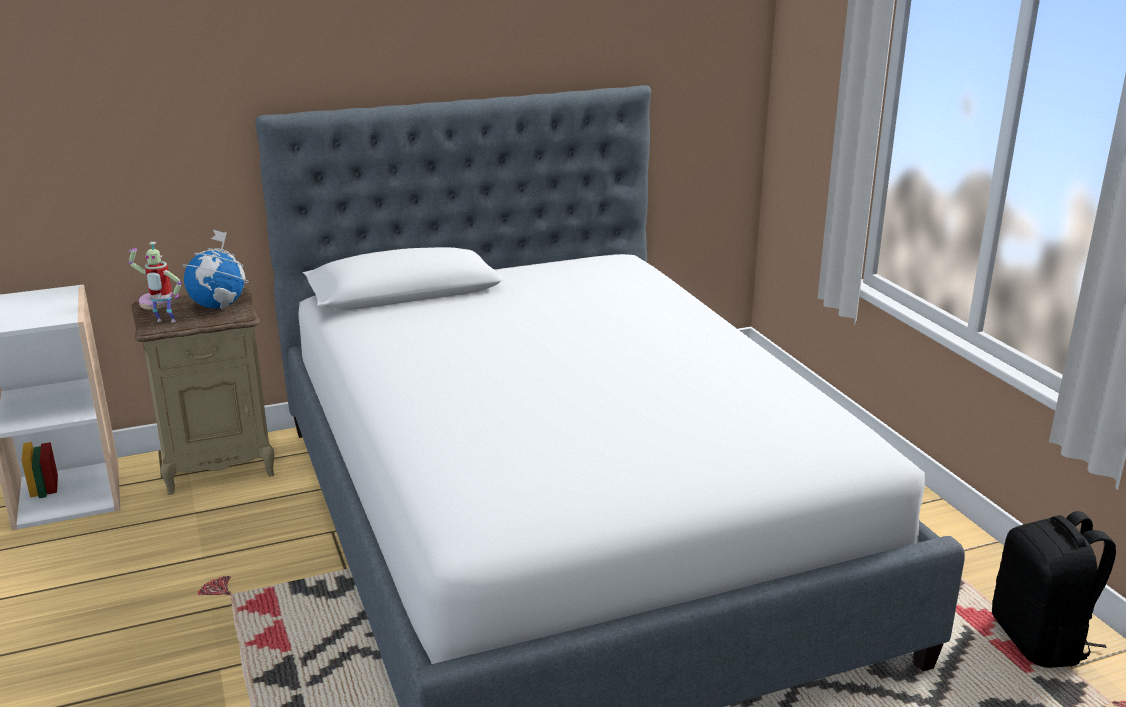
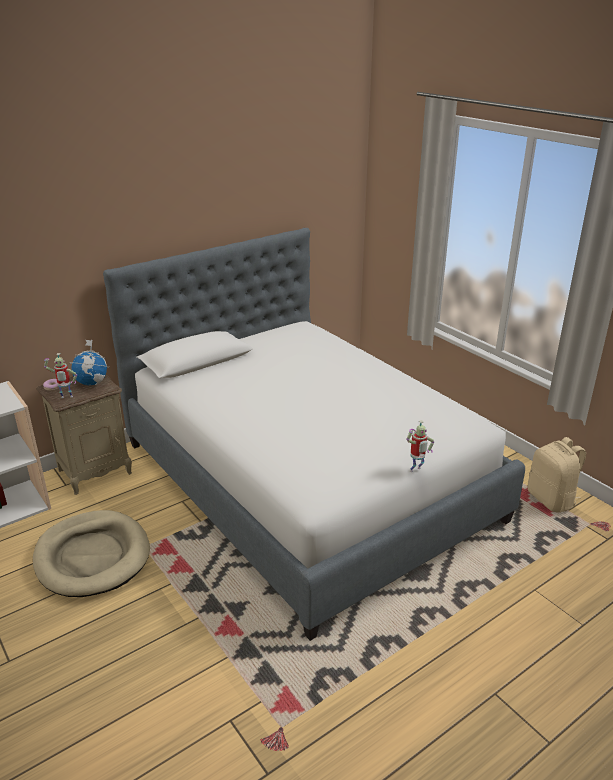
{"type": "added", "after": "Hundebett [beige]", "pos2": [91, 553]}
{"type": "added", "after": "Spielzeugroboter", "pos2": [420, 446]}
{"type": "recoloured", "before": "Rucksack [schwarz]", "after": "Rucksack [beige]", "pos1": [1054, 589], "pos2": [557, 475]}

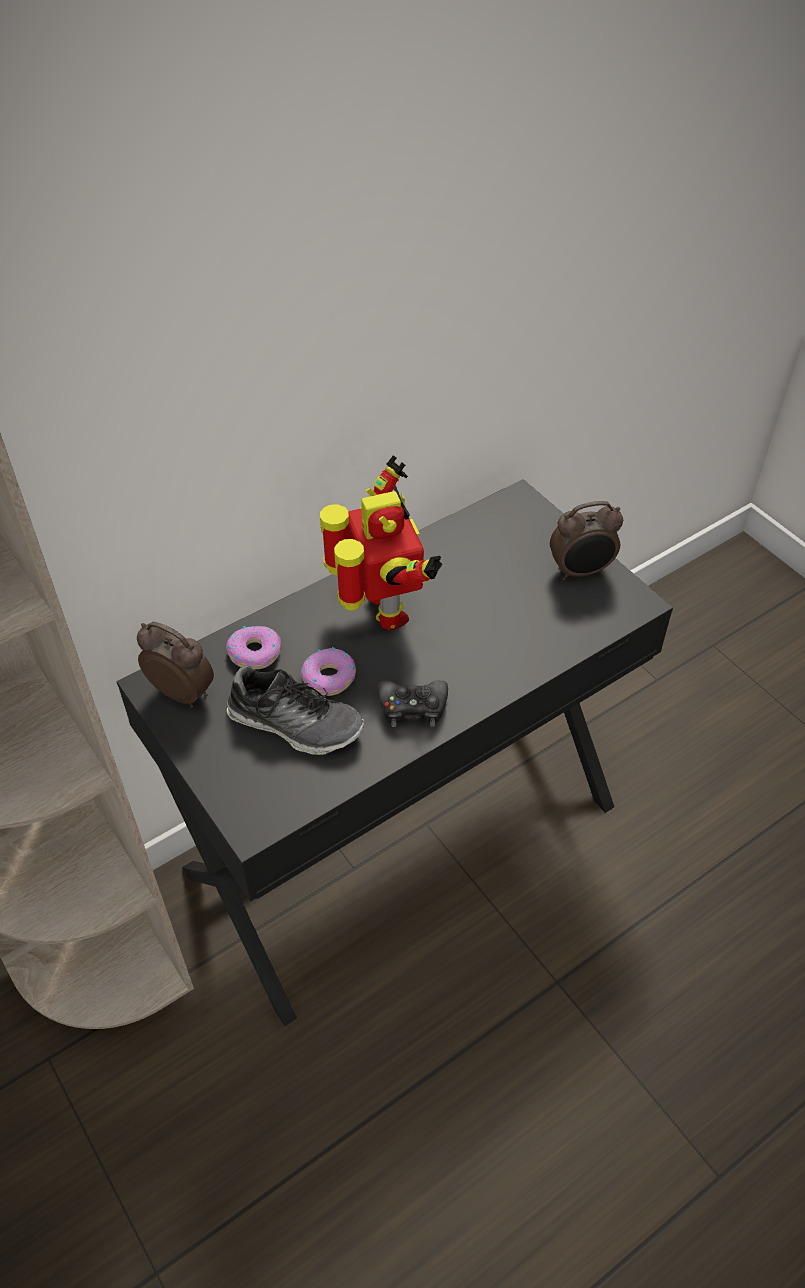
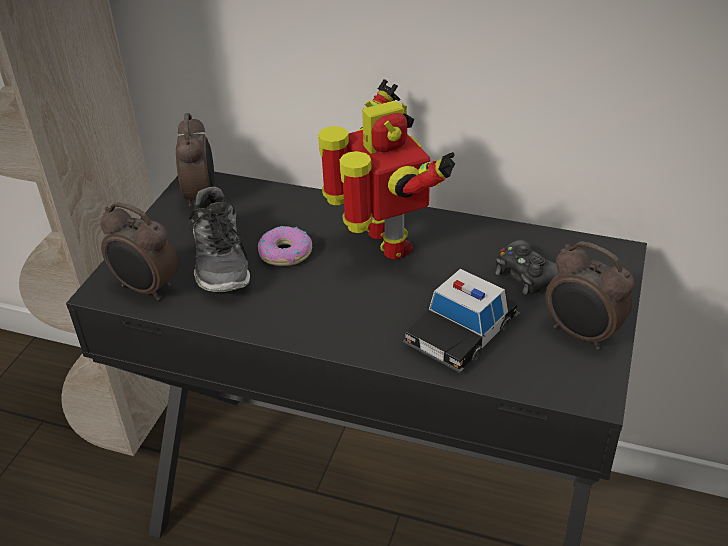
{"type": "added", "after": "Wecker", "pos2": [139, 251]}
{"type": "turned", "before": "Spielzeugroboter", "pos1": [381, 542], "pos2": [386, 169], "turn": -60}
{"type": "added", "after": "Spielzeugauto", "pos2": [461, 321]}
{"type": "moved", "before": "Gamepad [schwarz]", "pos1": [412, 703], "pos2": [526, 267]}
{"type": "removed", "before": "Donut", "pos1": [253, 647]}

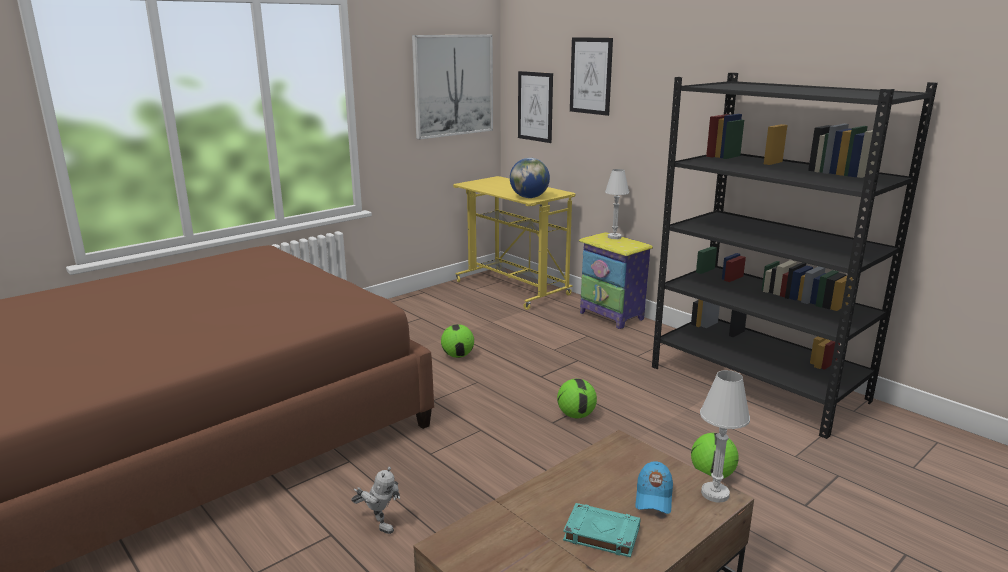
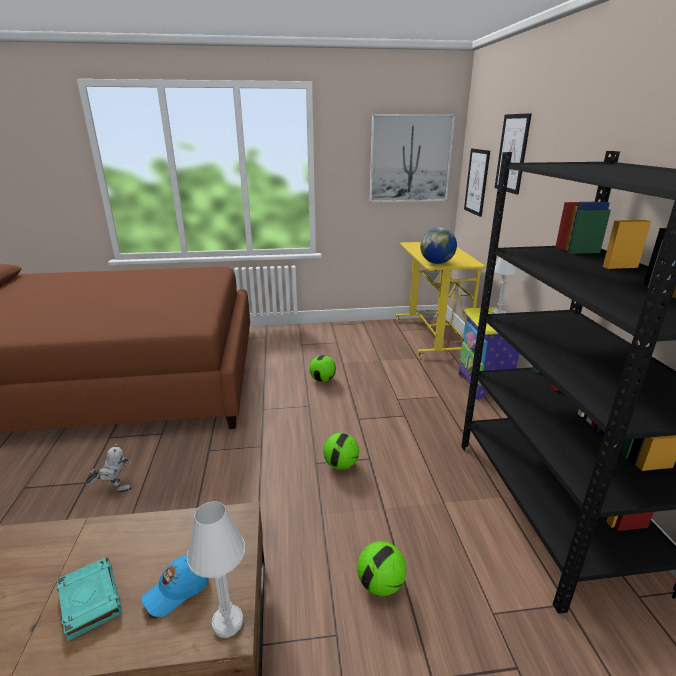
{"type": "turned", "before": "Spielzeugroboter", "pos1": [375, 500], "pos2": [108, 468], "turn": -75}

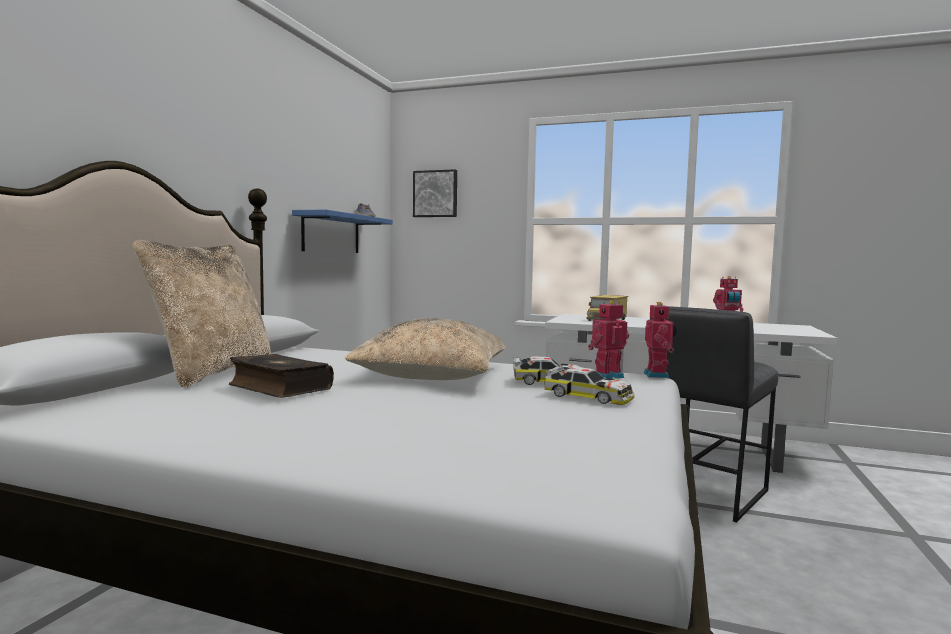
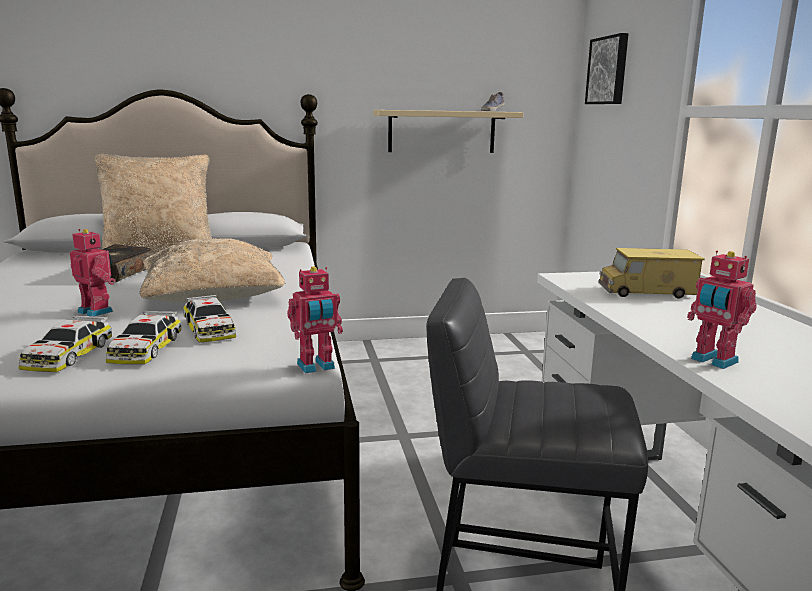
{"type": "added", "after": "Spielzeugauto", "pos2": [65, 343]}
{"type": "moved", "before": "Spielzeugroboter", "pos1": [608, 339], "pos2": [92, 273]}
{"type": "recoloured", "before": "Wandregal [blau]", "after": "Wandregal [beige]", "pos1": [342, 231], "pos2": [448, 131]}

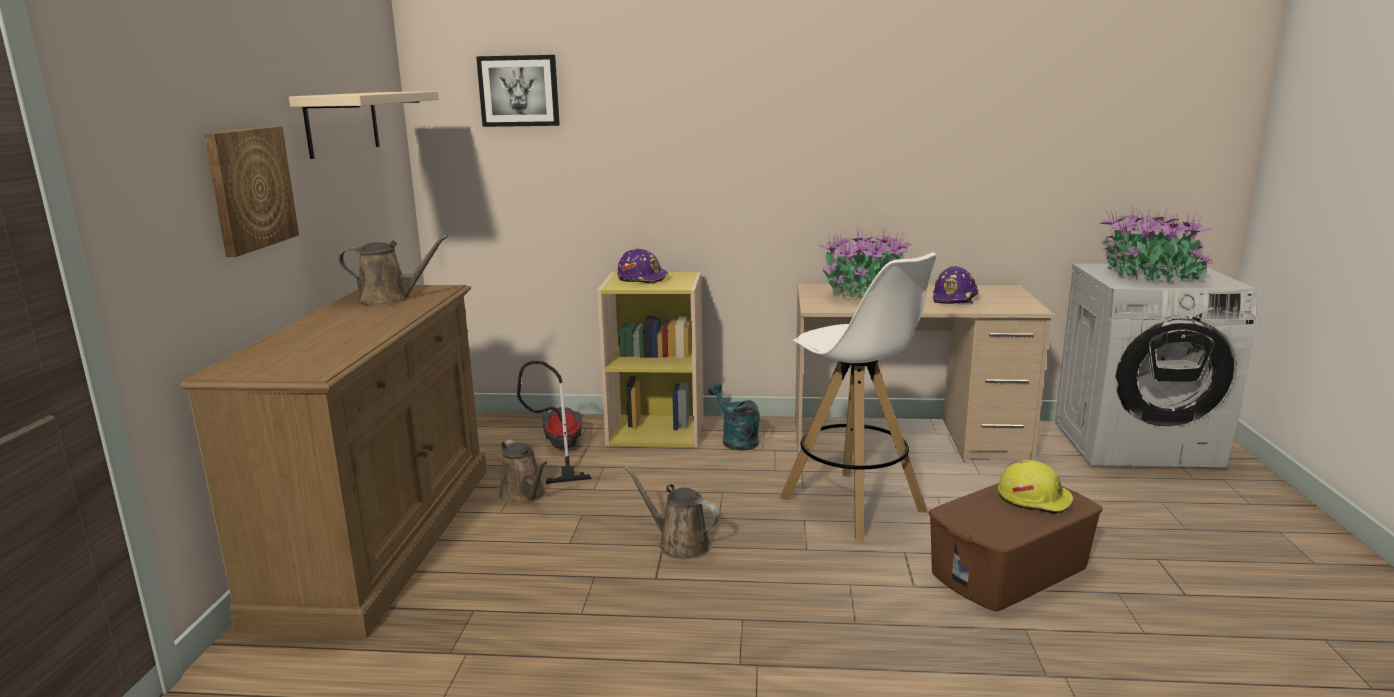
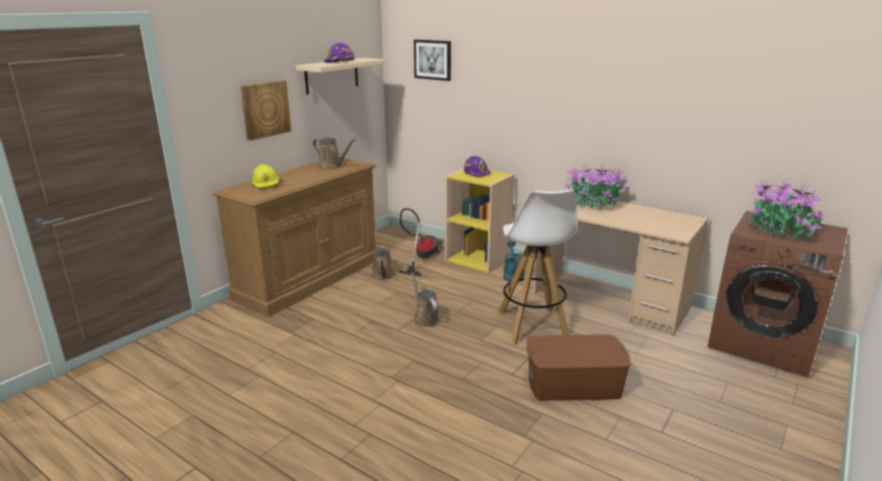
{"type": "moved", "before": "Schutzhelm [gelb]", "pos1": [1036, 487], "pos2": [266, 176]}
{"type": "moved", "before": "Schutzhelm [lila]", "pos1": [955, 285], "pos2": [339, 53]}
{"type": "recoloured", "before": "Waschmaschine [weiß]", "after": "Waschmaschine [braun]", "pos1": [1156, 365], "pos2": [778, 294]}

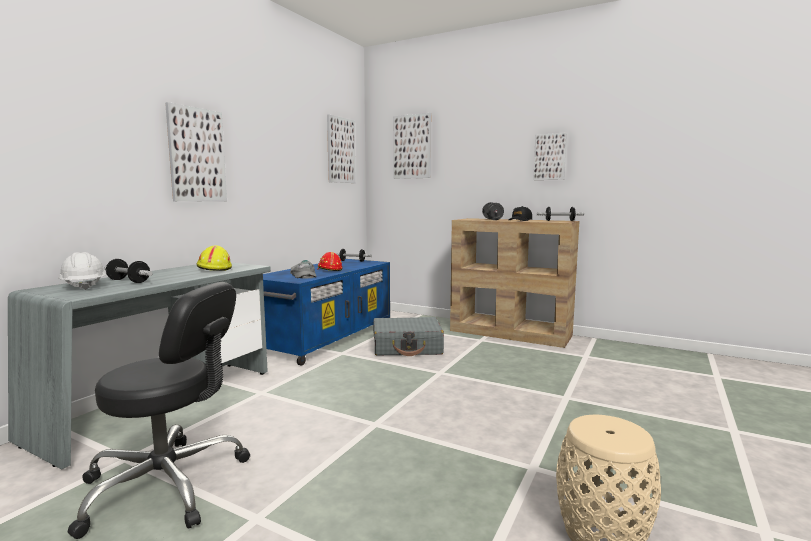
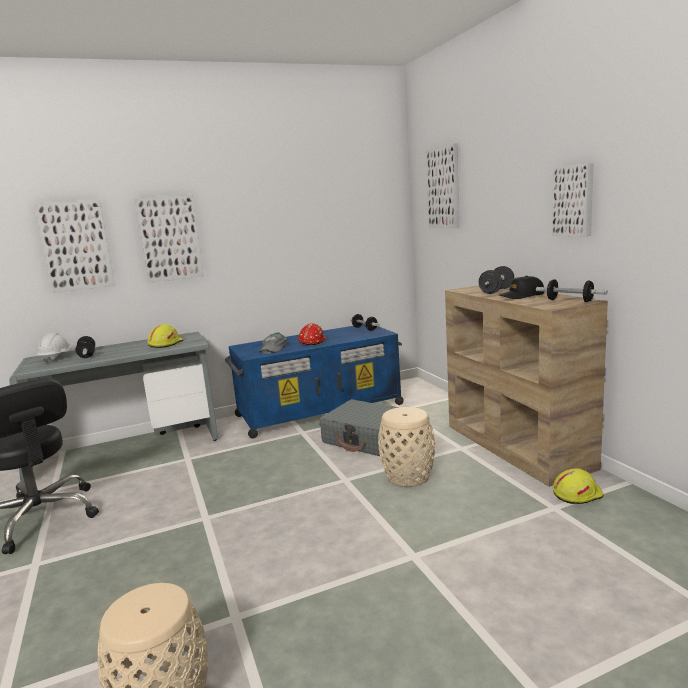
{"type": "moved", "before": "Bild", "pos1": [341, 148], "pos2": [75, 246]}
{"type": "added", "after": "Hocker [beige]", "pos2": [406, 447]}
{"type": "added", "after": "Schutzhelm [gelb]", "pos2": [578, 486]}

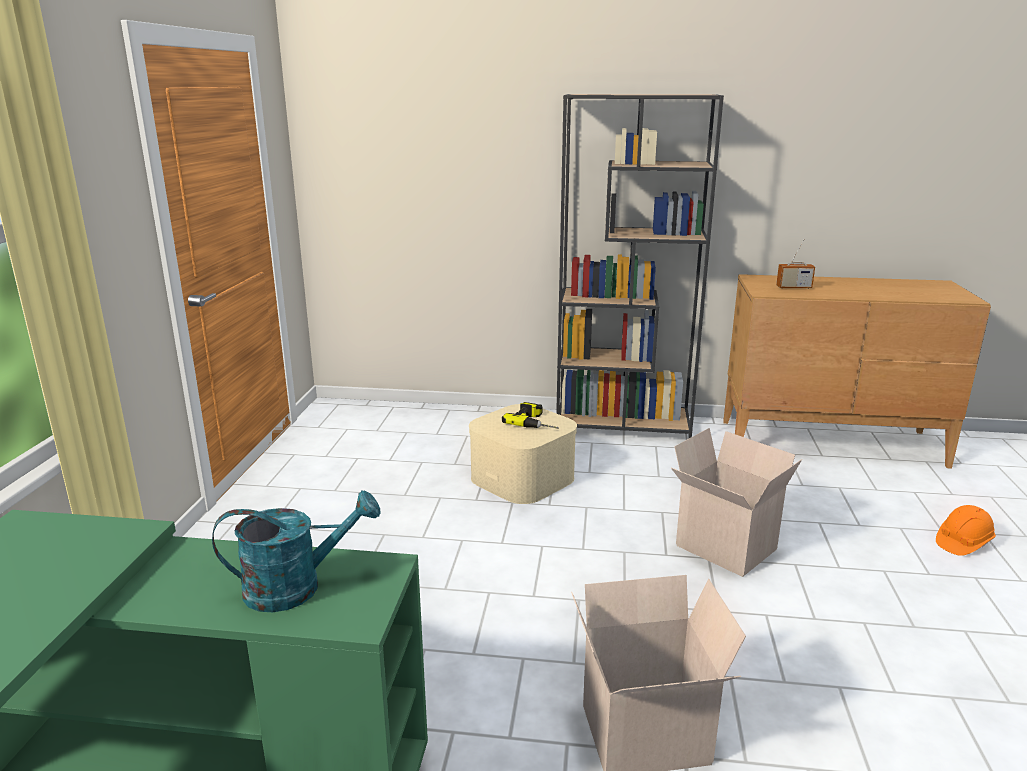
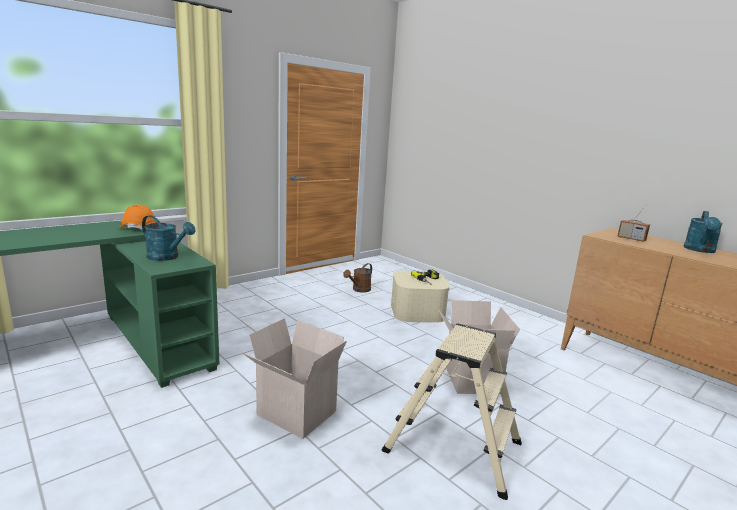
{"type": "moved", "before": "Schutzhelm [orange]", "pos1": [966, 530], "pos2": [137, 217]}
{"type": "added", "after": "Gießkanne [braun]", "pos2": [357, 277]}
{"type": "added", "after": "Trittleiter [beige]", "pos2": [451, 411]}
{"type": "added", "after": "Gießkanne [türkis]", "pos2": [703, 232]}
{"type": "removed", "before": "Bücherregal", "pos1": [640, 266]}

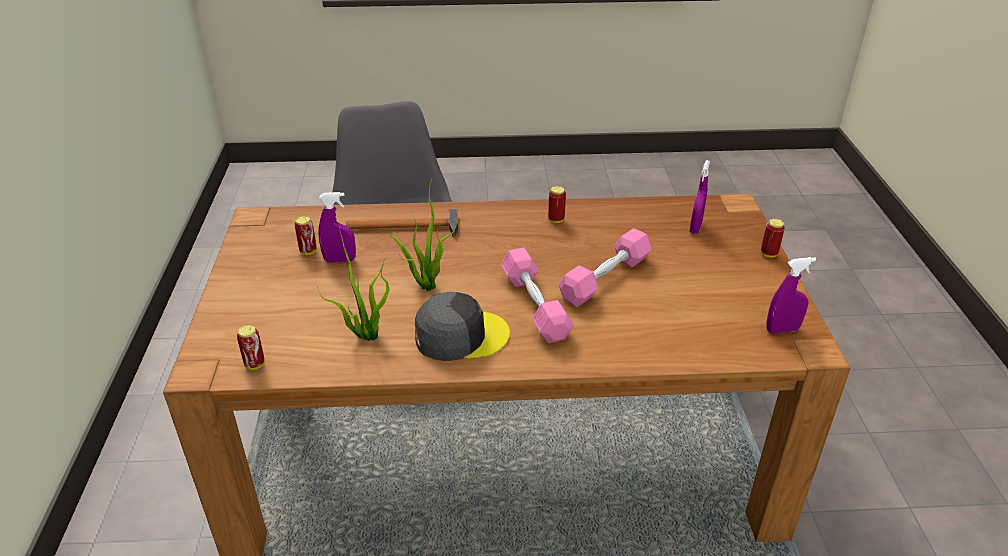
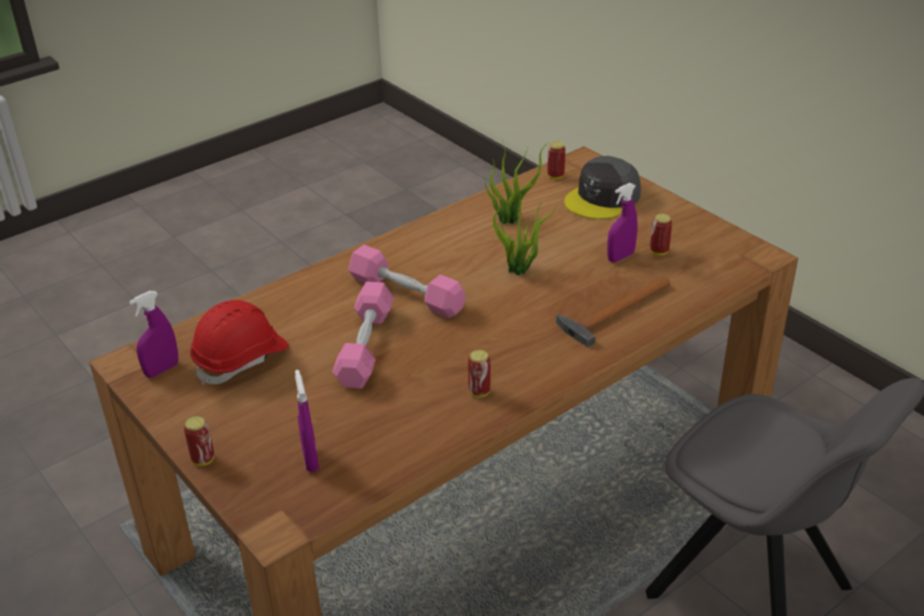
{"type": "added", "after": "Schutzhelm [rot]", "pos2": [239, 343]}
{"type": "moved", "before": "Kappe [grau]", "pos1": [462, 326], "pos2": [602, 187]}

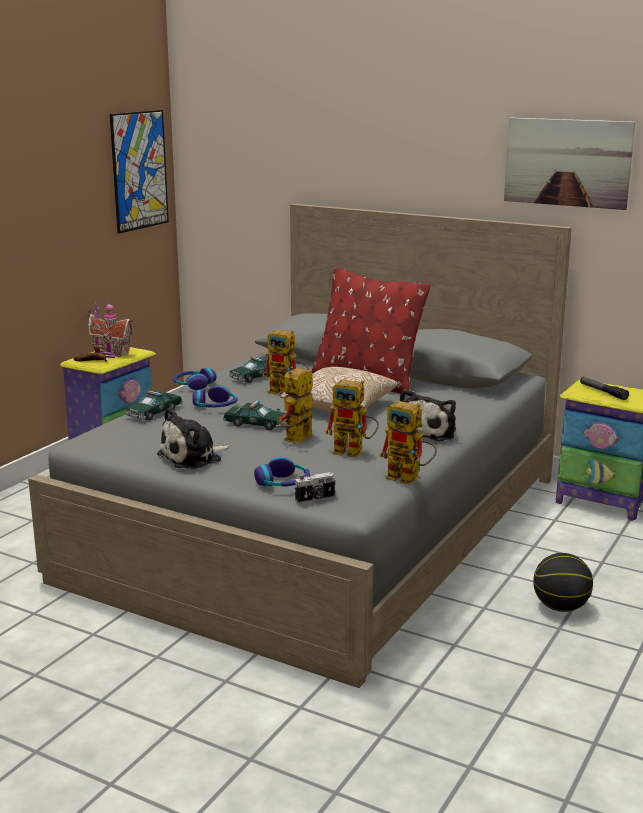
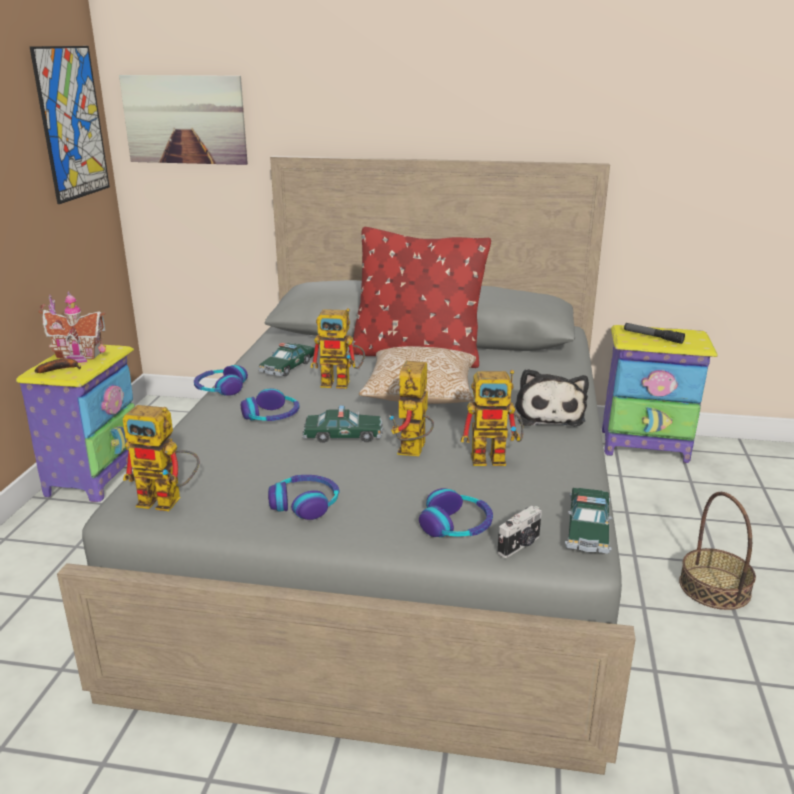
{"type": "moved", "before": "Bild", "pos1": [569, 163], "pos2": [183, 120]}
{"type": "moved", "before": "Spielzeugroboter", "pos1": [408, 443], "pos2": [161, 458]}
{"type": "replaced", "before": "Plüschtier", "after": "Kopfhörer", "pos1": [193, 438], "pos2": [303, 497]}
{"type": "moved", "before": "Spielzeugauto", "pos1": [154, 405], "pos2": [589, 520]}
{"type": "replaced", "before": "Basketball", "after": "Korb", "pos1": [563, 582], "pos2": [717, 551]}

